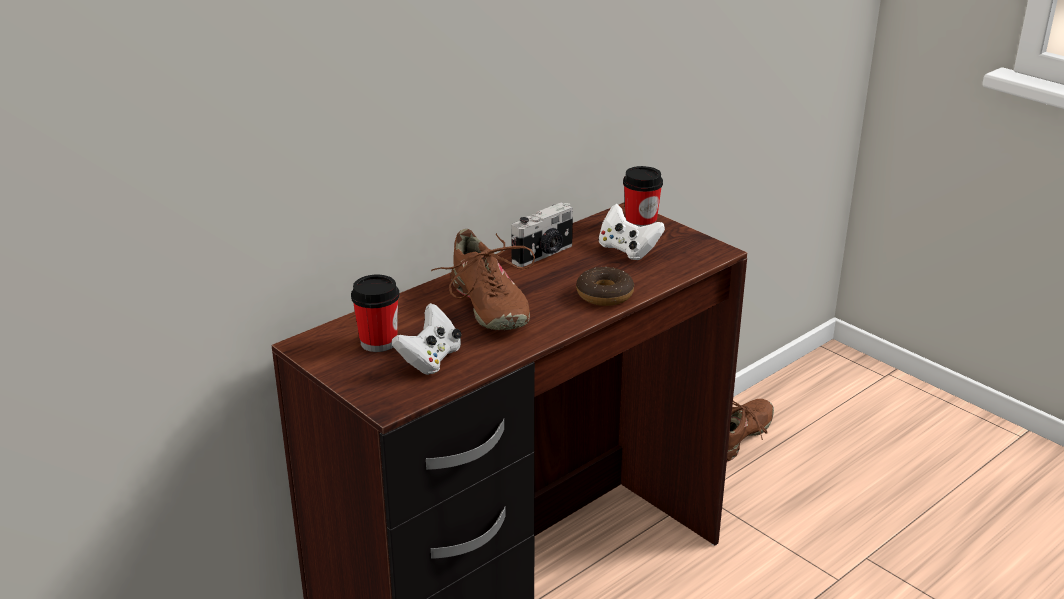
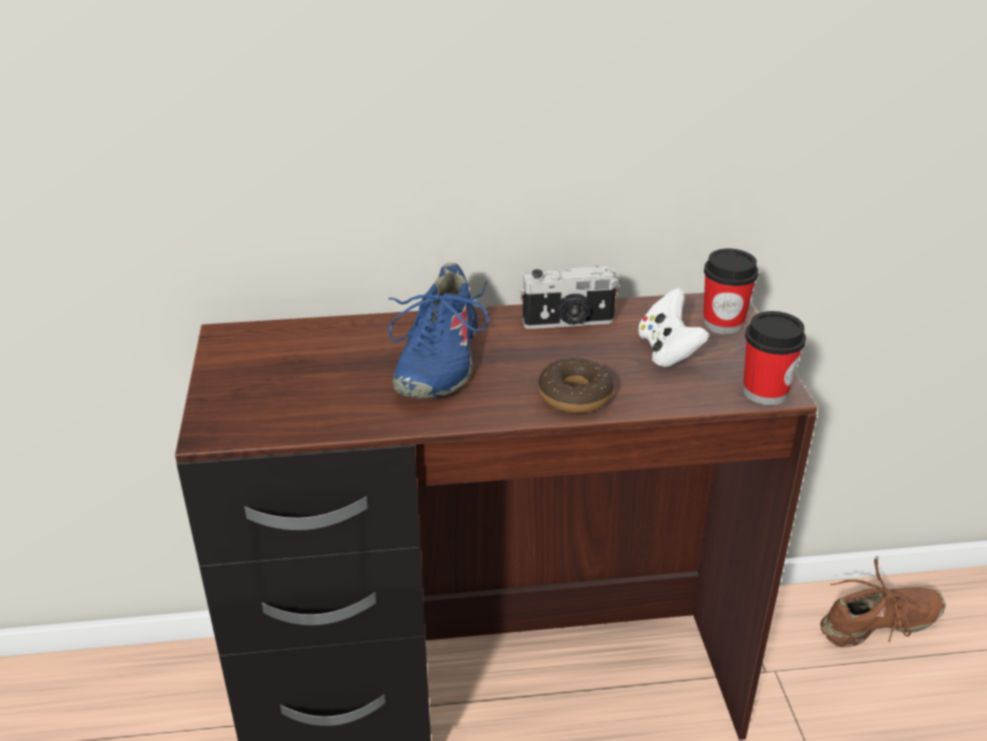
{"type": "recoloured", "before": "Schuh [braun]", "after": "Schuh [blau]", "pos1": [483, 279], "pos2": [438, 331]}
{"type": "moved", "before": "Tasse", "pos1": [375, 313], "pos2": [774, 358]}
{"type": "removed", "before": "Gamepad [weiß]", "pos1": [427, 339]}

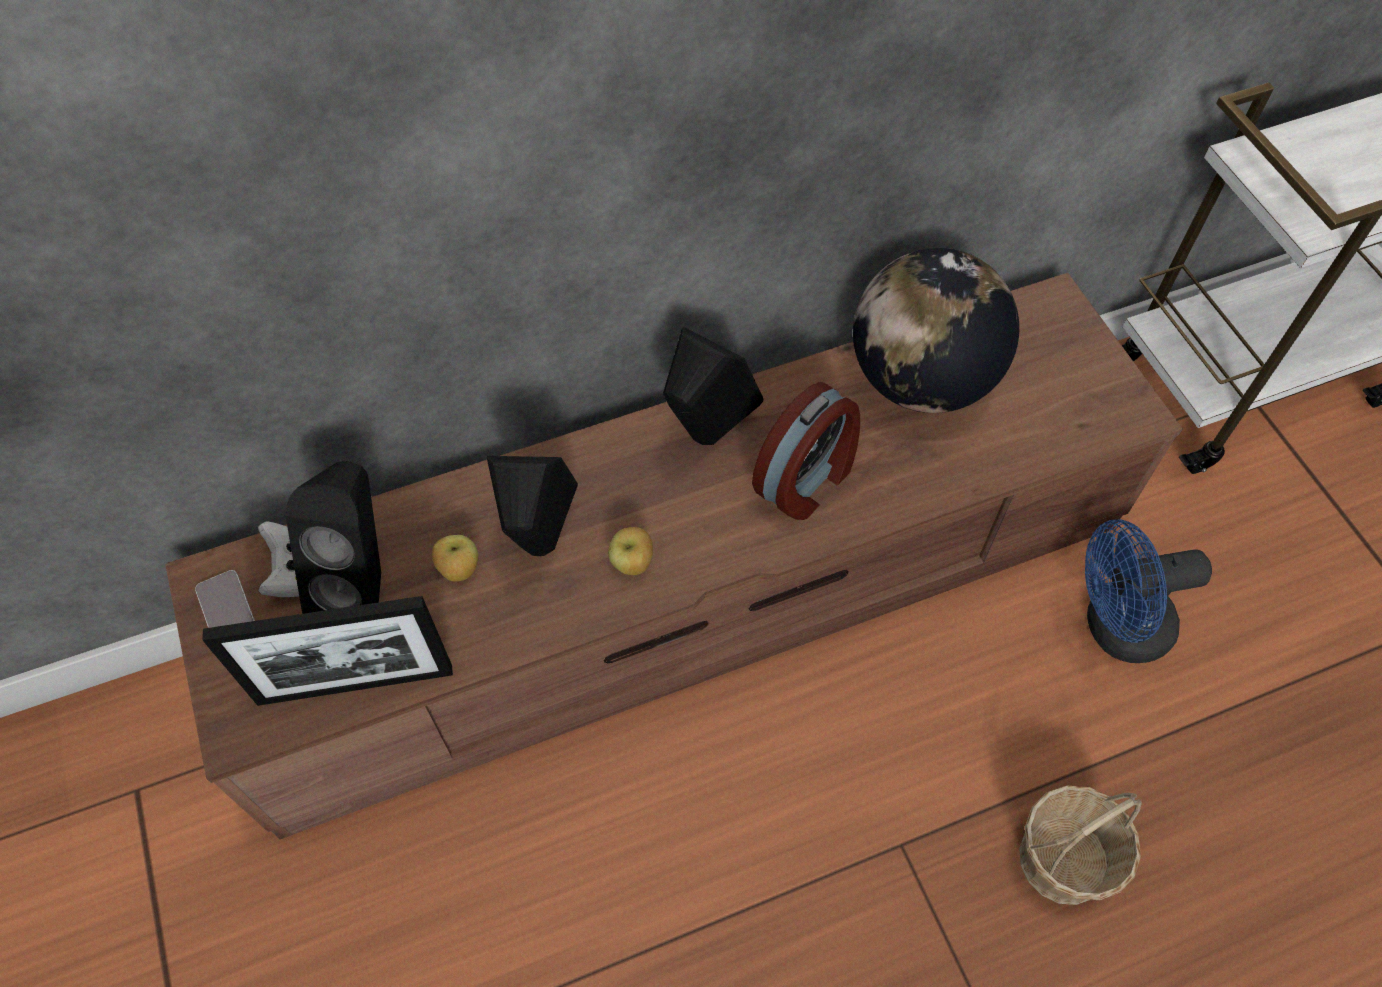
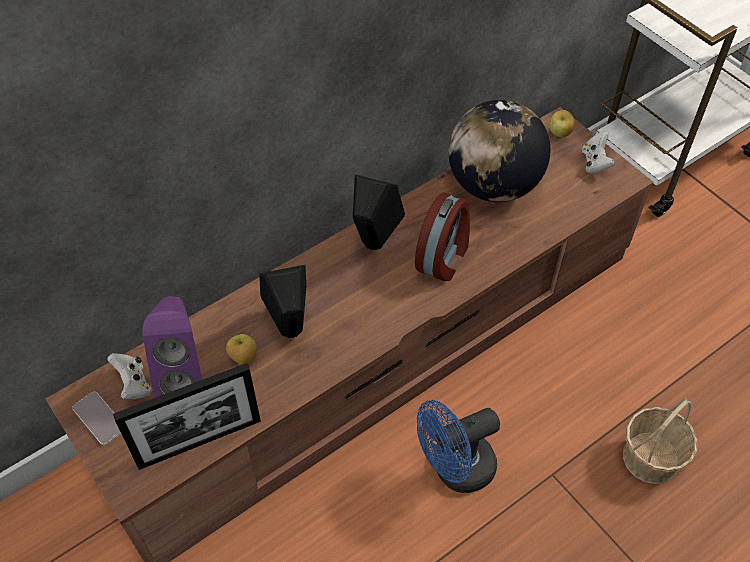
{"type": "recoloured", "before": "Lautsprecher [schwarz]", "after": "Lautsprecher [lila]", "pos1": [333, 537], "pos2": [172, 347]}
{"type": "moved", "before": "Ventilator [blau]", "pos1": [1148, 591], "pos2": [458, 446]}
{"type": "moved", "before": "Apfel", "pos1": [630, 551], "pos2": [562, 123]}
{"type": "added", "after": "Gamepad [weiß]", "pos2": [598, 152]}

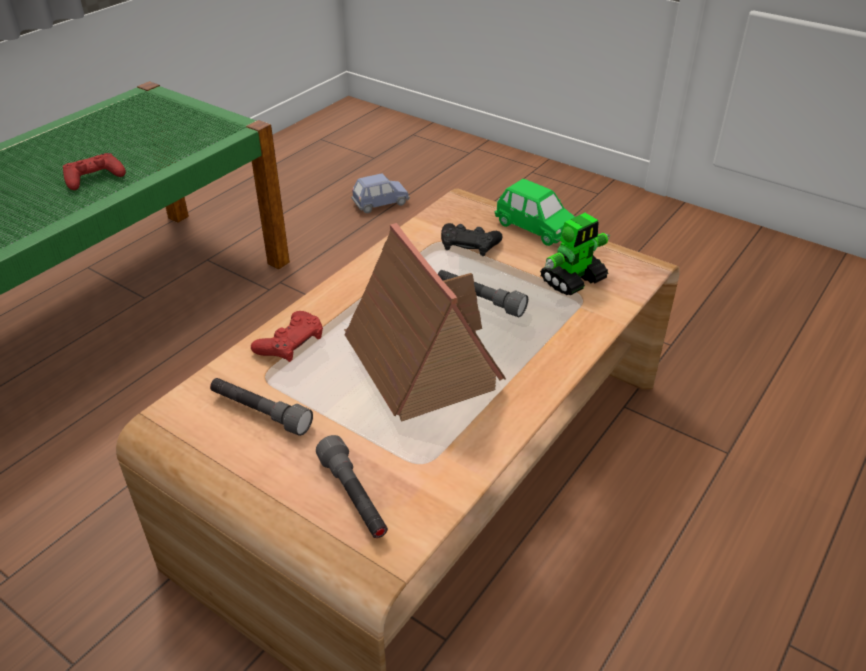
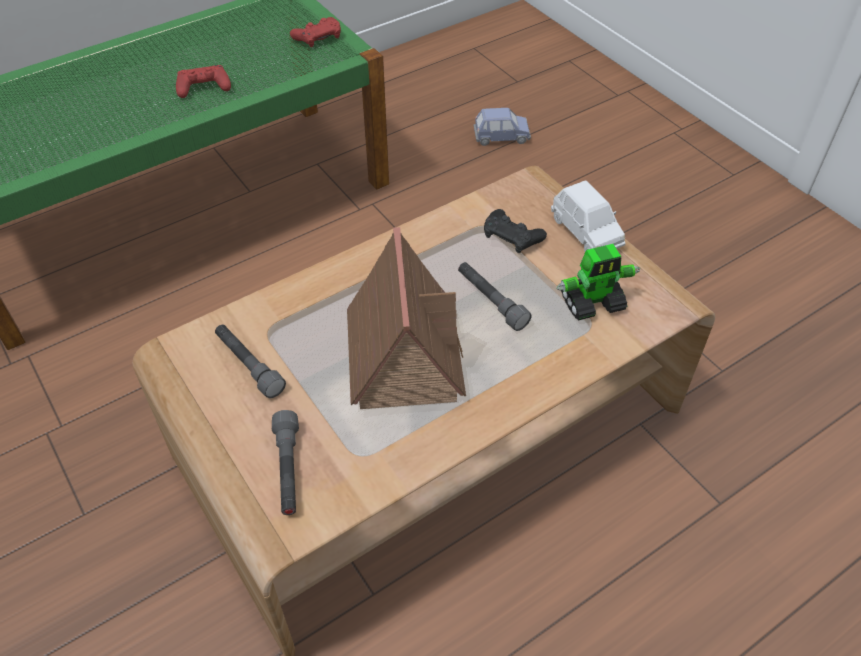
{"type": "moved", "before": "Gamepad [rot]", "pos1": [287, 336], "pos2": [315, 32]}
{"type": "recoloured", "before": "Spielzeugauto [grün]", "after": "Spielzeugauto [weiß]", "pos1": [535, 212], "pos2": [588, 216]}

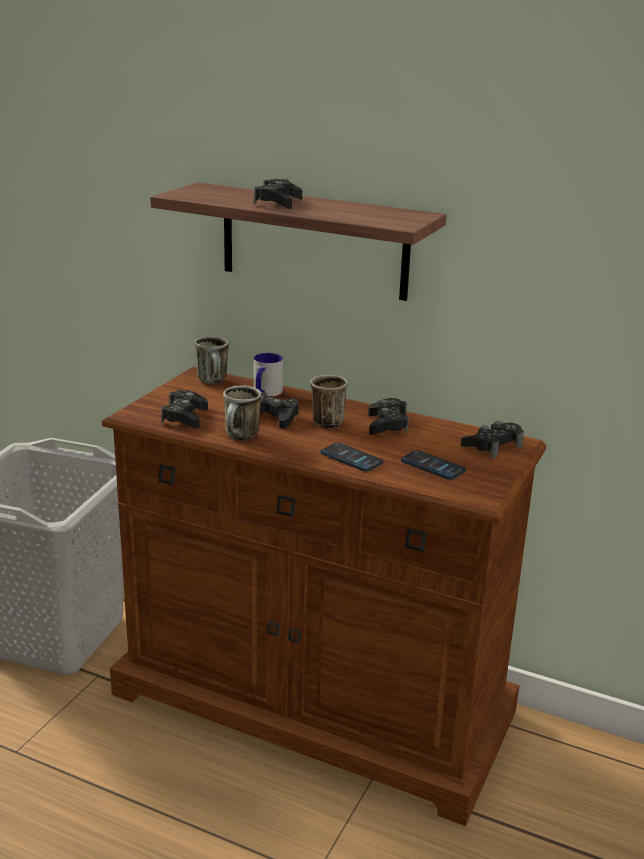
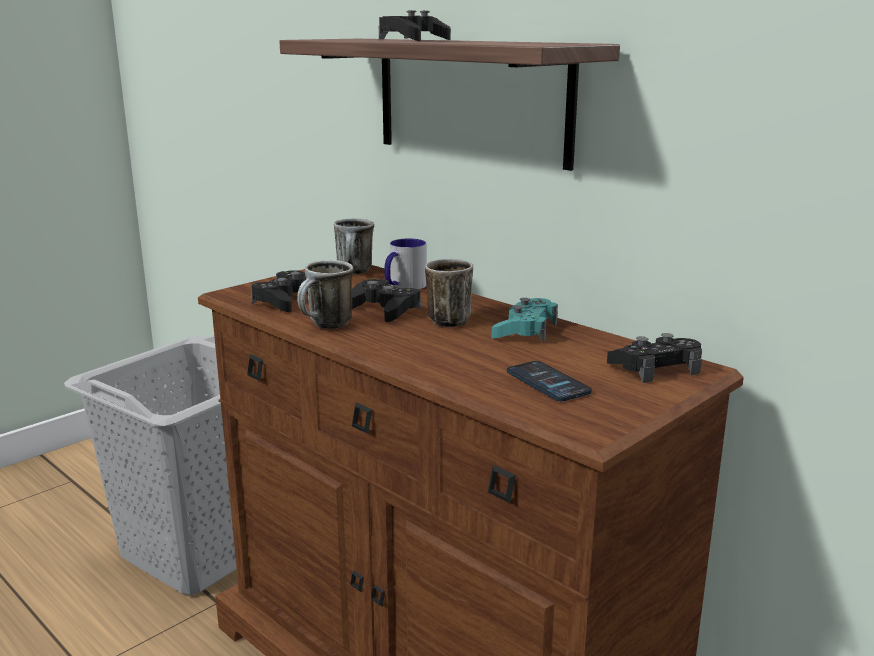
{"type": "recoloured", "before": "Gamepad [schwarz]", "after": "Gamepad [türkis]", "pos1": [388, 416], "pos2": [524, 320]}
{"type": "removed", "before": "Handy", "pos1": [351, 457]}

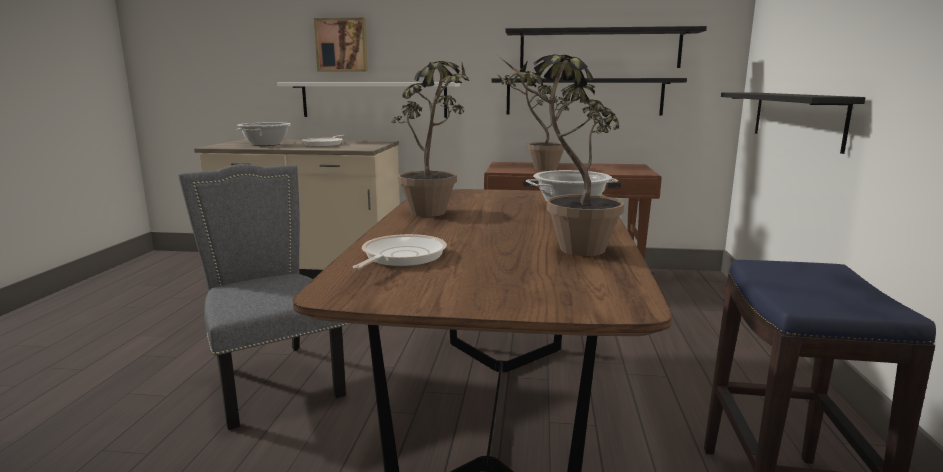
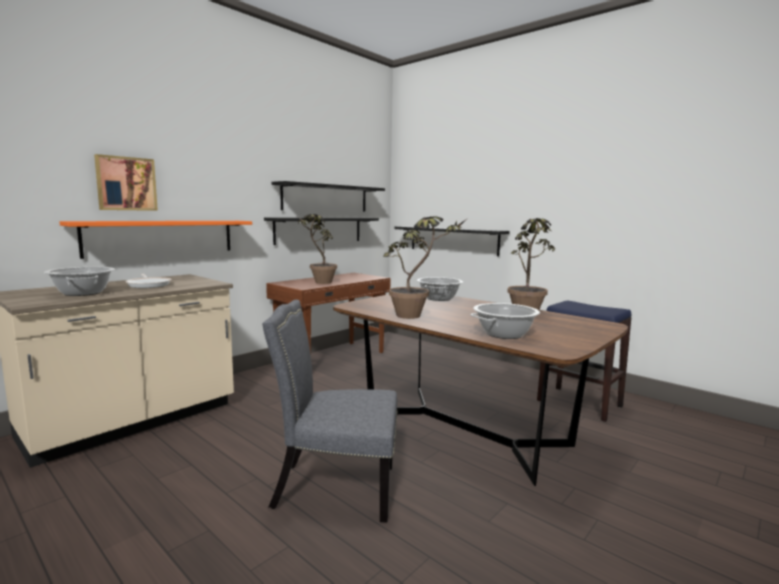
{"type": "recoloured", "before": "Wandregal [weiß]", "after": "Wandregal [orange]", "pos1": [368, 100], "pos2": [155, 240]}
{"type": "replaced", "before": "Pfanne", "after": "Kochtopf", "pos1": [400, 251], "pos2": [505, 321]}

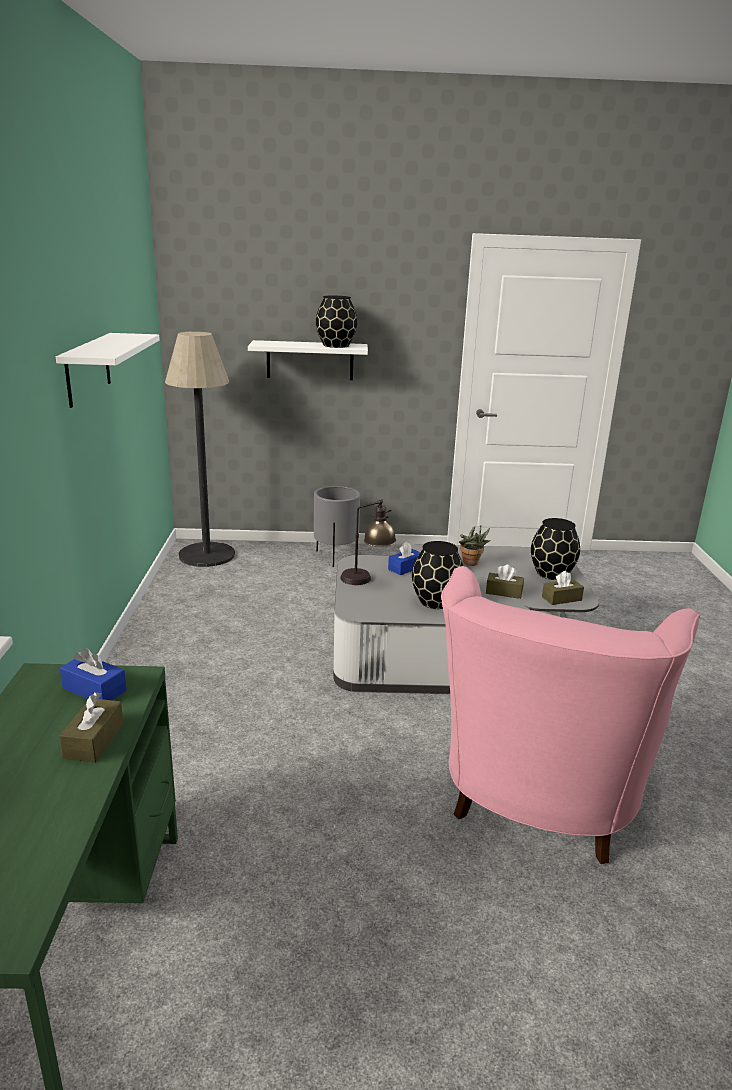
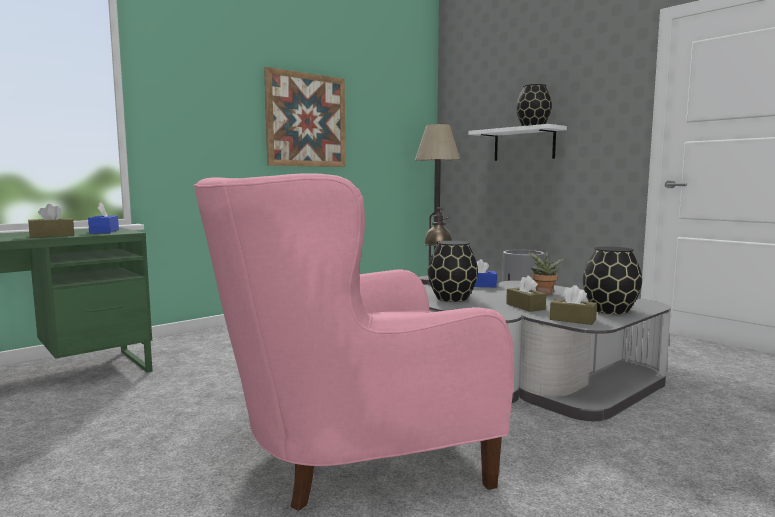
{"type": "replaced", "before": "Wandregal [weiß]", "after": "Bild", "pos1": [107, 370], "pos2": [305, 117]}

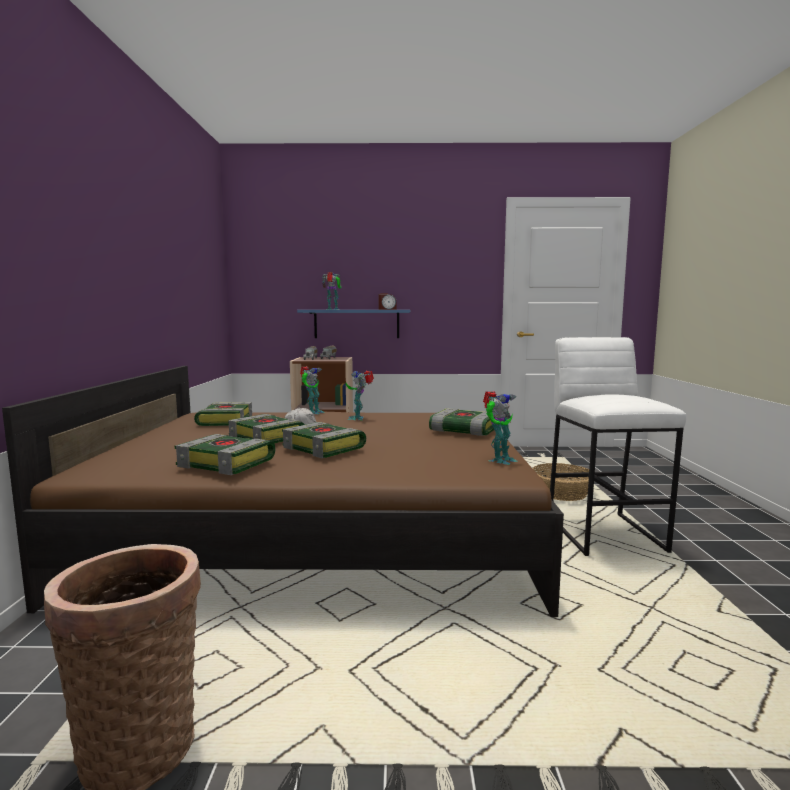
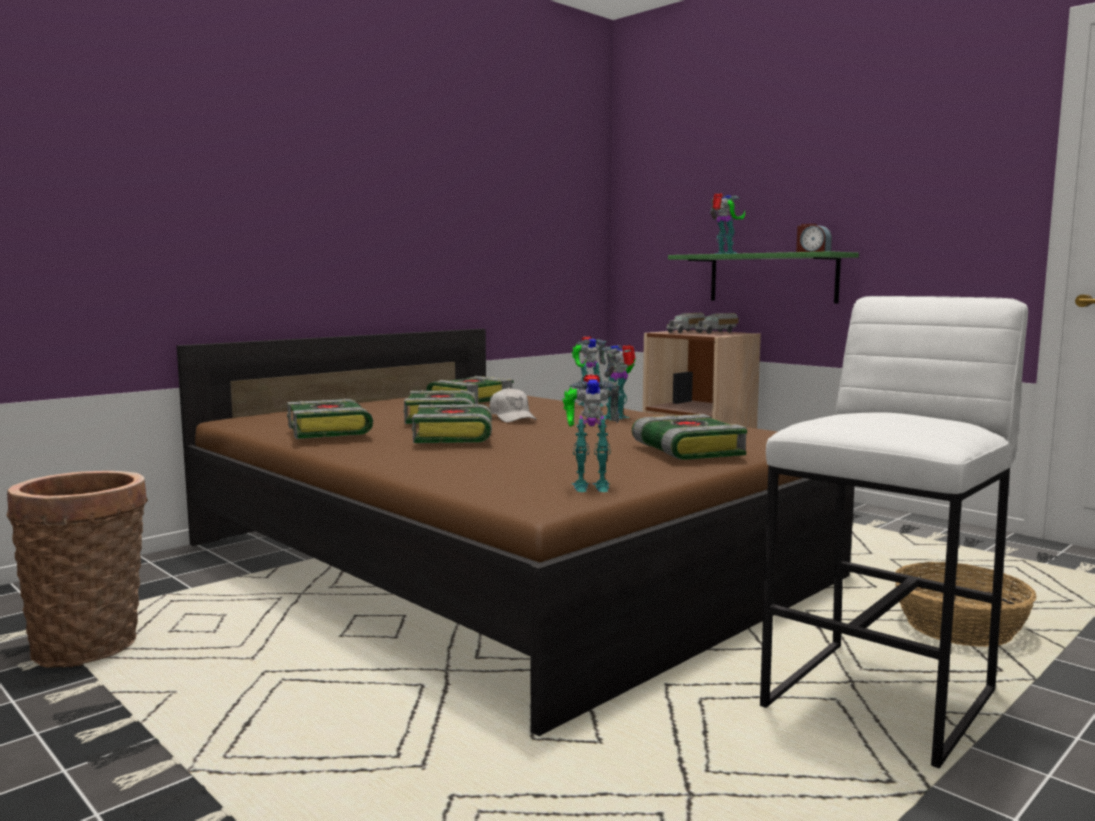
{"type": "recoloured", "before": "Wandregal [blau]", "after": "Wandregal [grün]", "pos1": [353, 324], "pos2": [763, 277]}

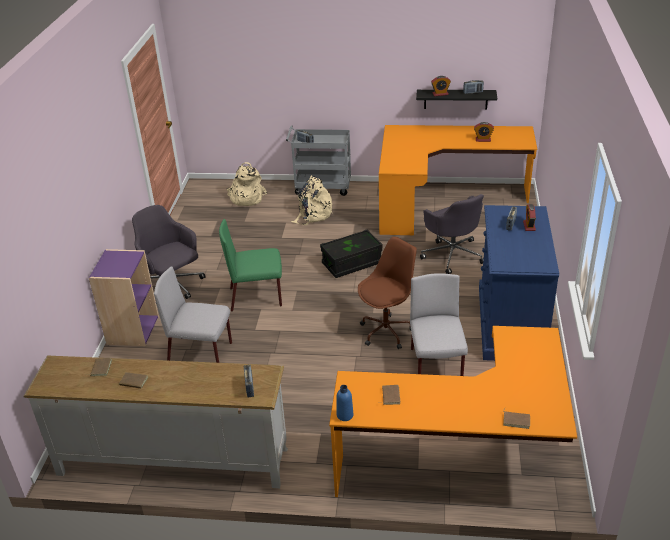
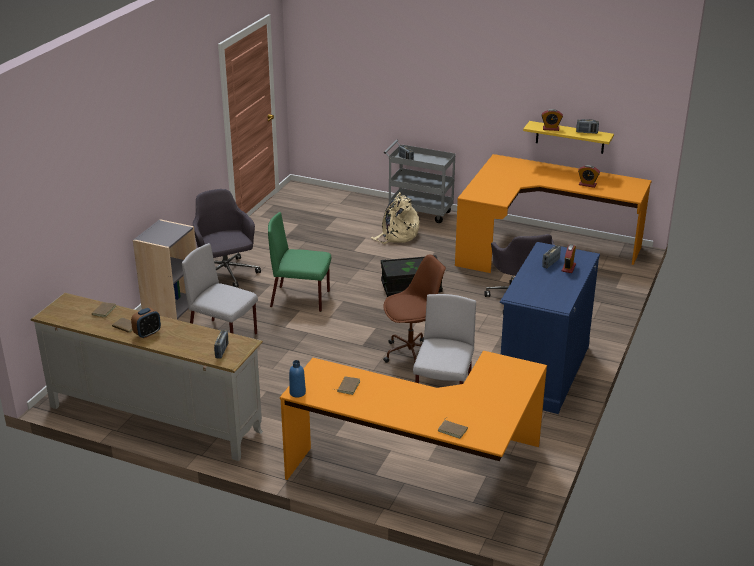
{"type": "added", "after": "Wecker", "pos2": [146, 322]}
{"type": "recoloured", "before": "Bücherregal [lila]", "after": "Bücherregal [grau]", "pos1": [124, 297], "pos2": [164, 269]}
{"type": "recoloured", "before": "Wandregal [schwarz]", "after": "Wandregal [gelb]", "pos1": [456, 99], "pos2": [568, 137]}
{"type": "removed", "before": "Rucksack [beige]", "pos1": [246, 184]}

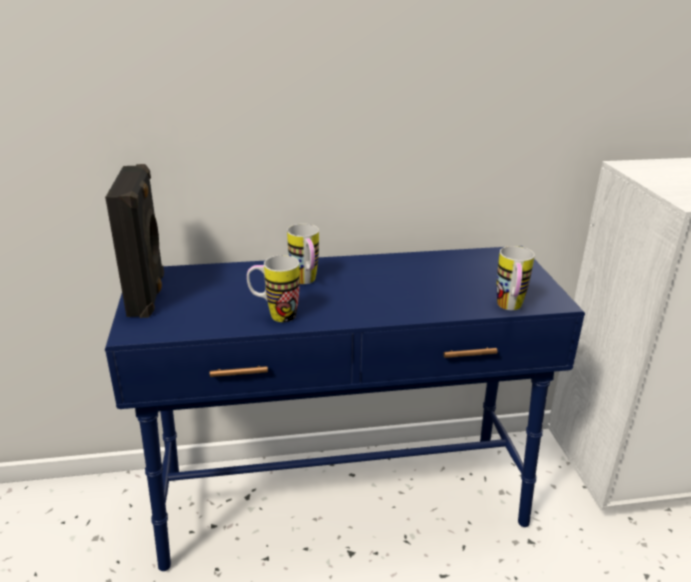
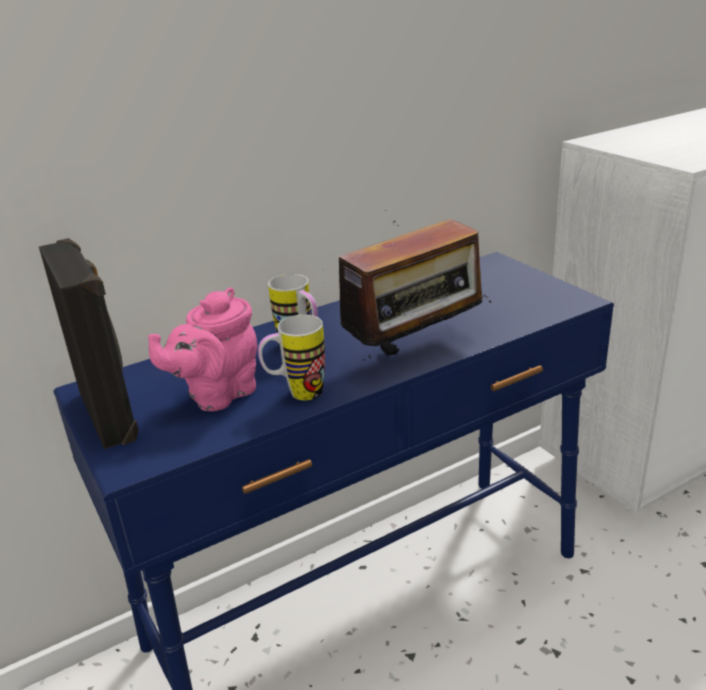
{"type": "added", "after": "Teekanne [rosa]", "pos2": [202, 349]}
{"type": "added", "after": "Radio", "pos2": [407, 285]}
{"type": "removed", "before": "Henkelbecher", "pos1": [516, 278]}

